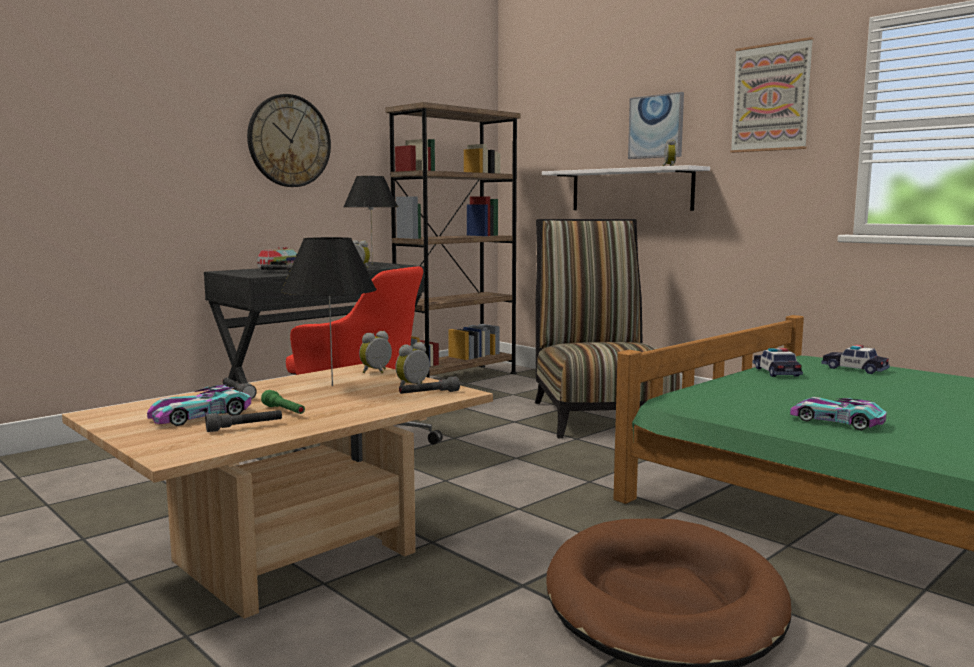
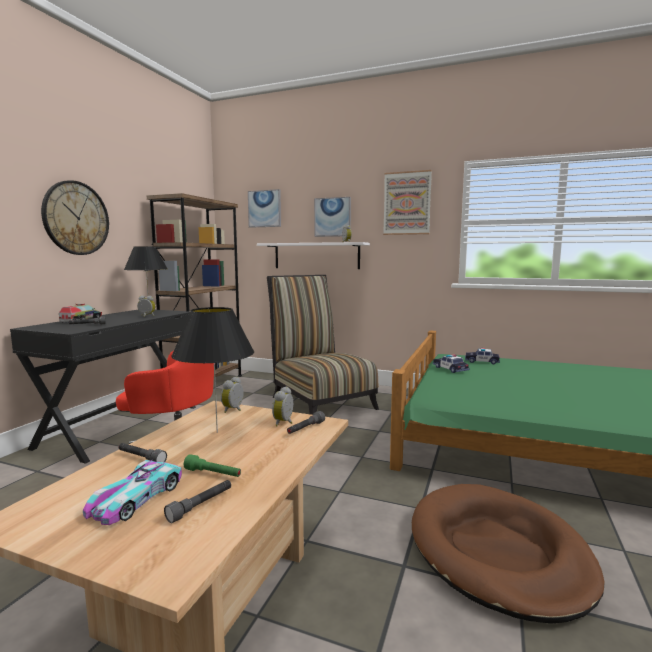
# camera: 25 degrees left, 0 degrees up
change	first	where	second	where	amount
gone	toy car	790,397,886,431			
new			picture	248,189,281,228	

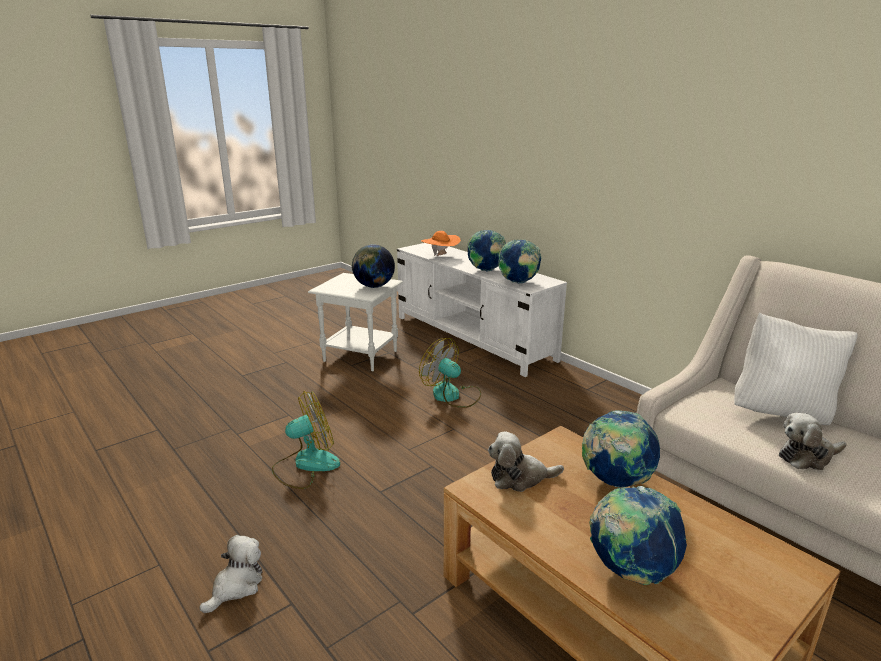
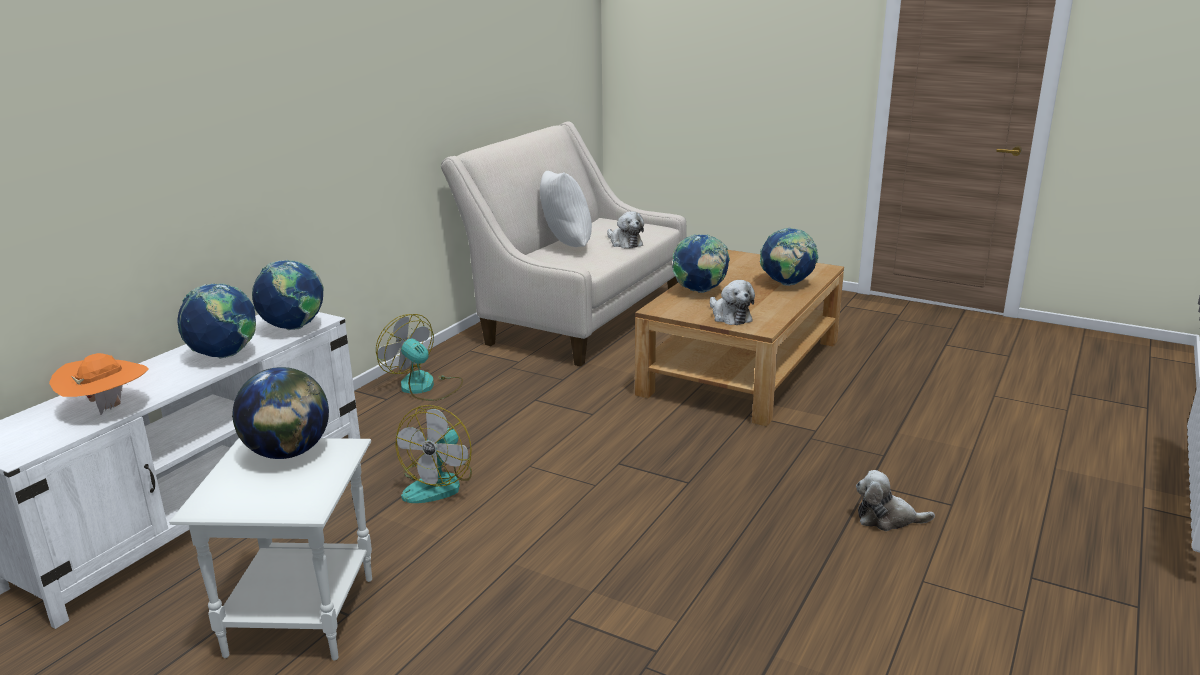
# camera: 110 degrees left, 0 degrees up
change	first	where	second	where	amount
shifted	fan	272,391,340,489		376,314,463,401	

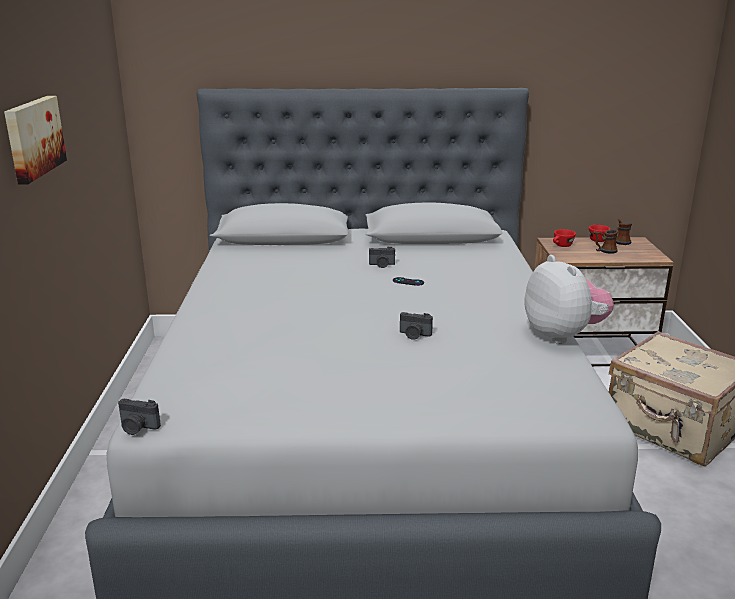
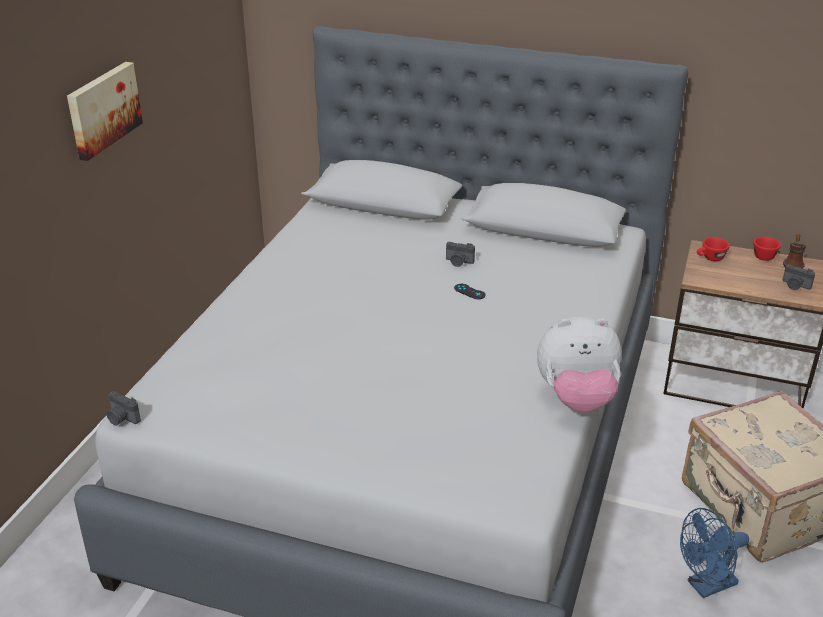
# camera: 20 degrees right, 10 degrees up
change	first	where	second	where	amount
shifted	photo camera	400,312,433,340		782,264,815,290	
rotated	plush toy	524,255,614,344		537,317,622,413	90 degrees clockwise
gone	mug	593,229,619,253			
new			blue fan	680,508,749,598	

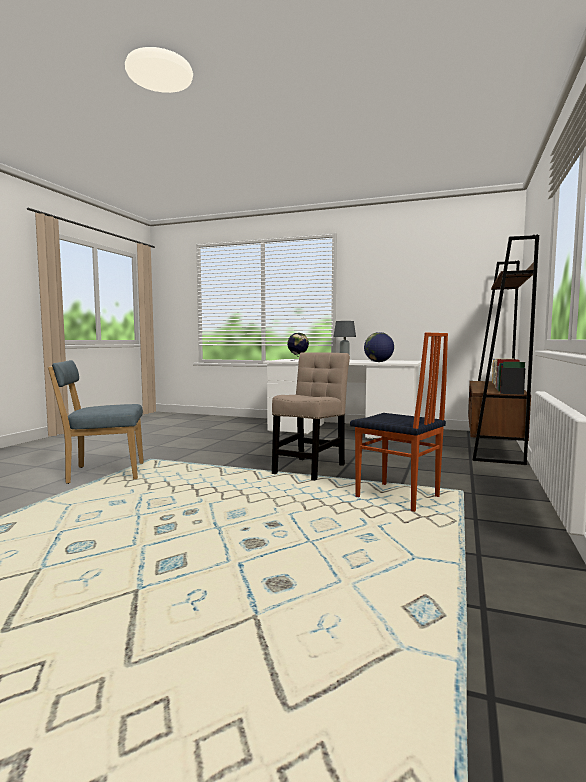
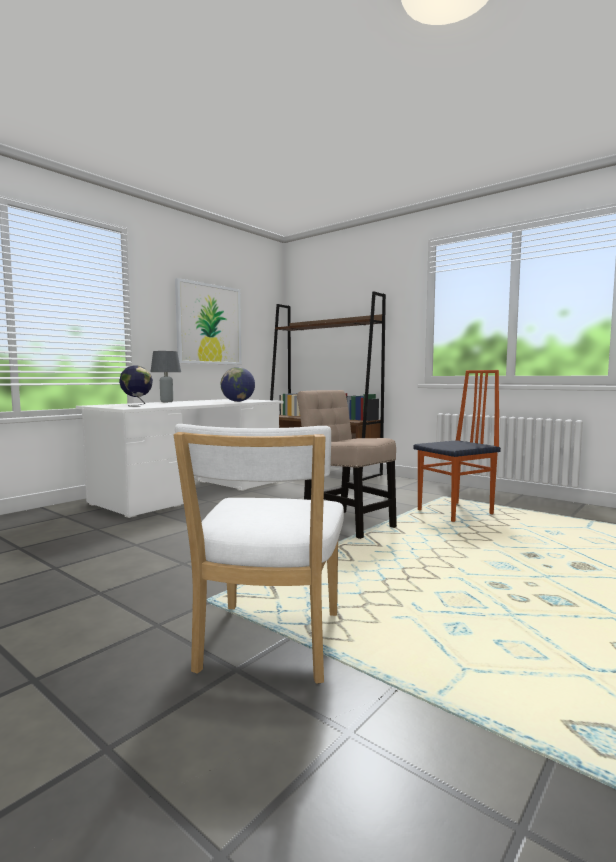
# camera: 70 degrees left, 0 degrees up
change	first	where	second	where	amount
repainted	blue chair	48,360,144,484	white chair	173,424,344,684	
new			picture	175,278,241,365	

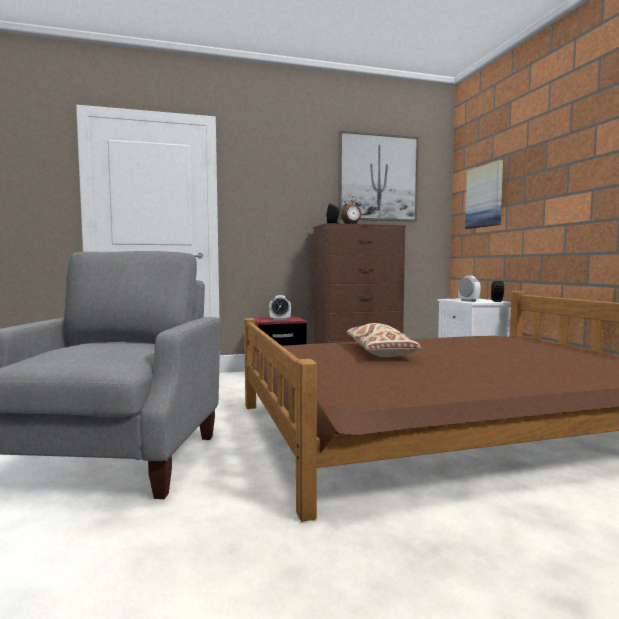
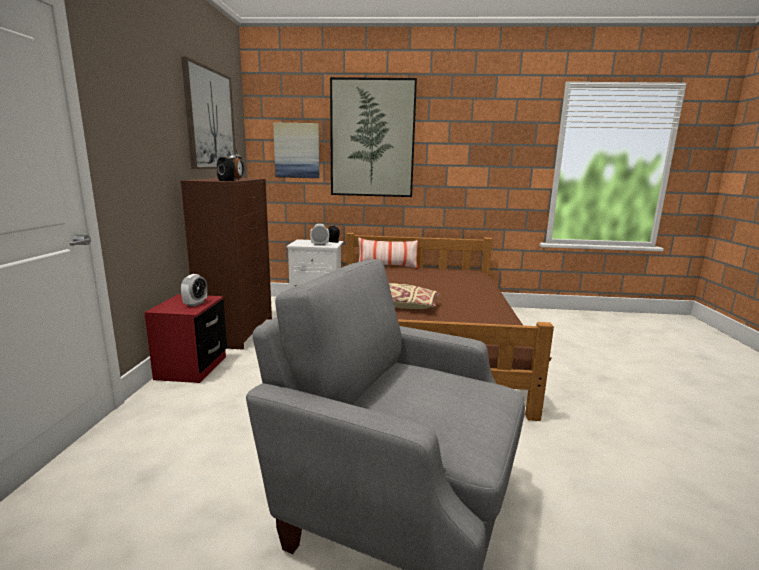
# camera: 70 degrees left, 10 degrees up
change	first	where	second	where	amount
new			picture	330,77,417,197	
new			pillow	358,237,418,269	

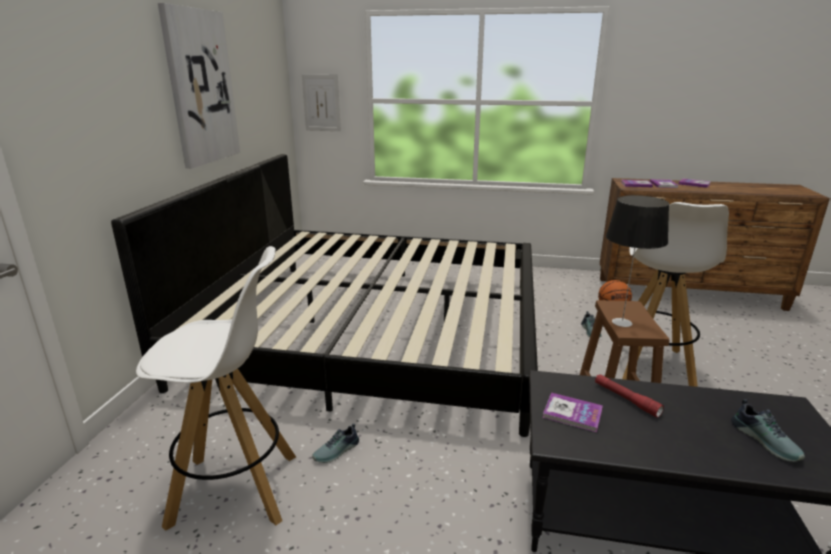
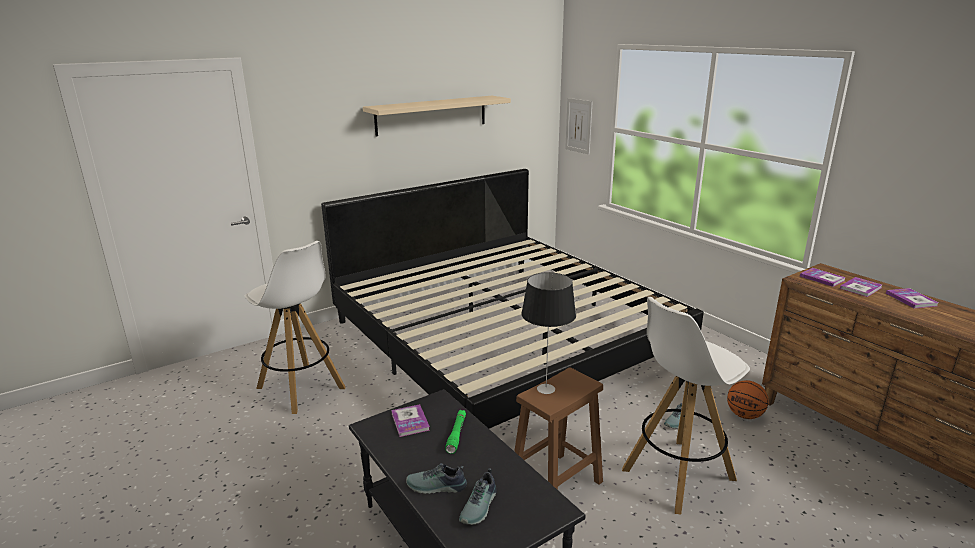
# camera: 45 degrees right, 0 degrees up
change	first	where	second	where	amount
swapped	picture	158,3,240,169	beige shelf	363,96,511,136	
shifted	shoe	312,423,359,463		406,463,467,494	
repainted	red flashlight	595,374,664,418	green flashlight	445,410,466,454	

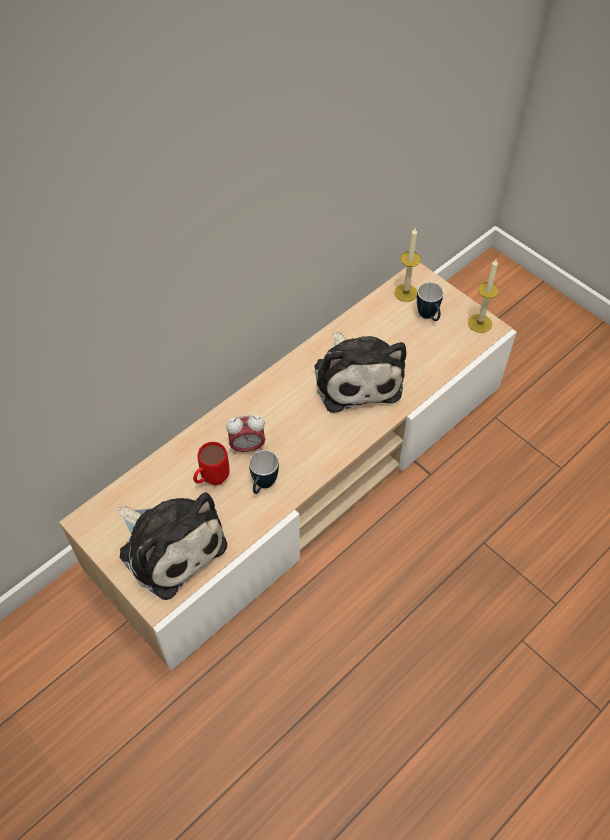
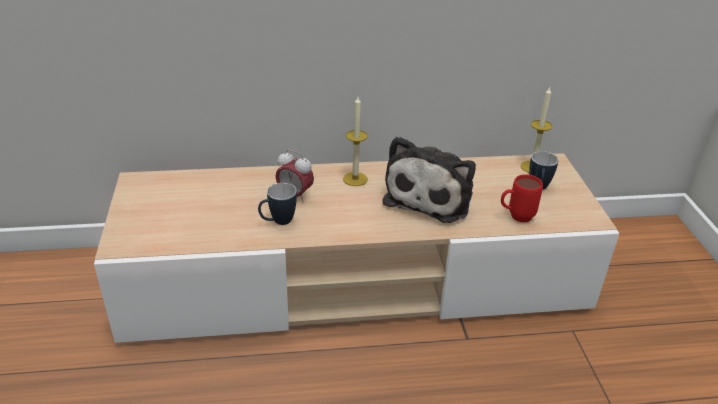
# camera: 35 degrees right, 20 degrees down
change	first	where	second	where	amount
gone	plush toy	117,492,227,600			
shifted	red mug	193,442,230,485		501,174,543,222	
shifted	candle	468,260,499,333		343,97,368,186	

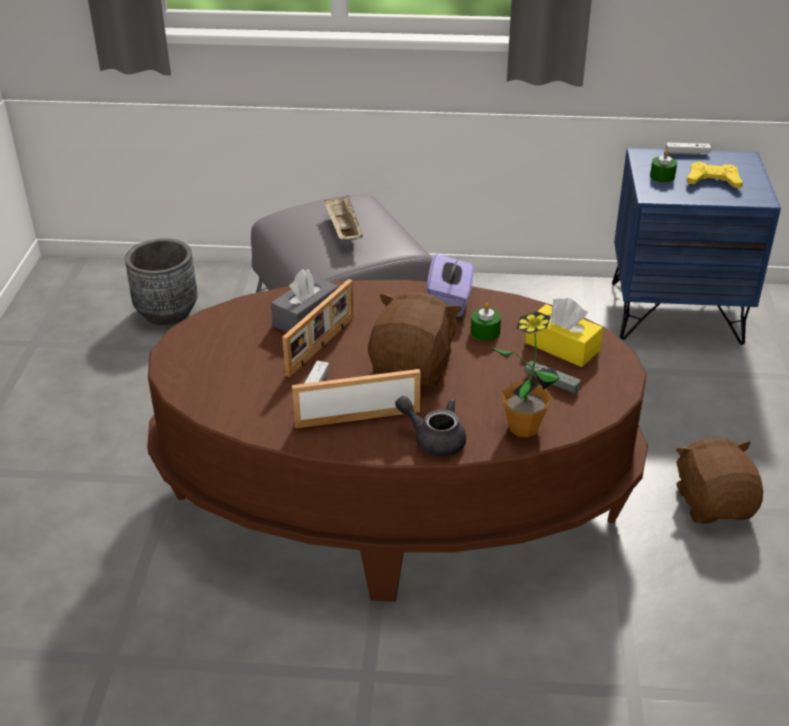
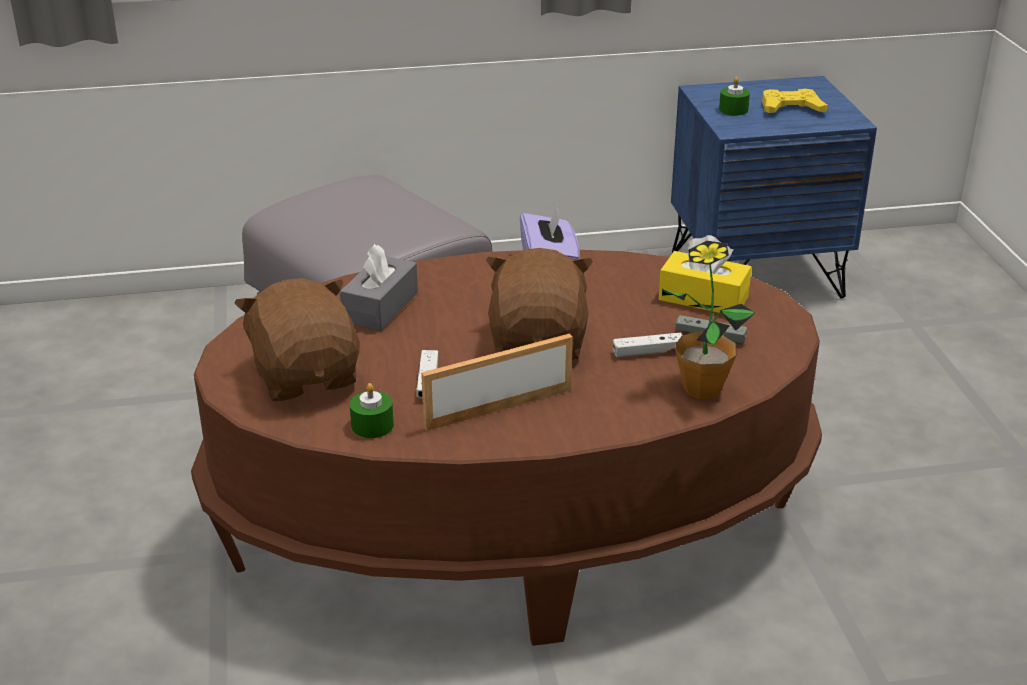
# camera: 15 degrees left, 5 degrees down
change	first	where	second	where	amount
gone	grey planter	125,238,198,325			
gone	picture frame	282,279,354,377			
gone	beige tray	324,195,363,241			
gone	grey teapot	395,396,466,457			
shifted	green candle	471,303,501,341		350,383,394,438	
shifted	white game controller	666,143,711,155		613,333,683,357	
shifted	brown plush toy	676,437,763,524		234,278,360,401	

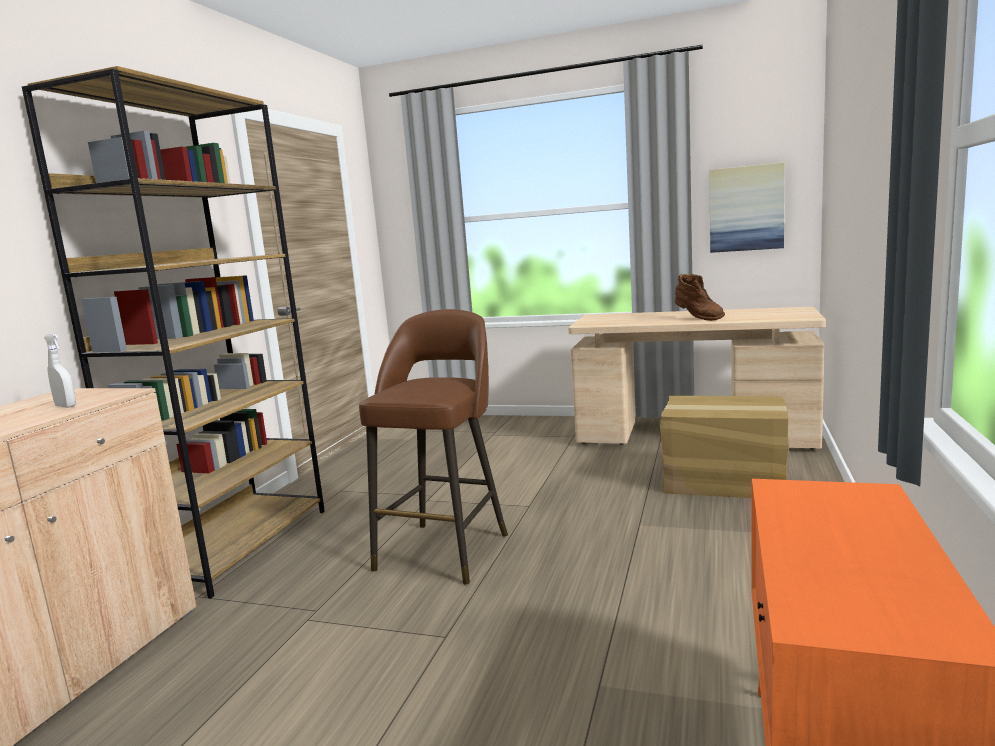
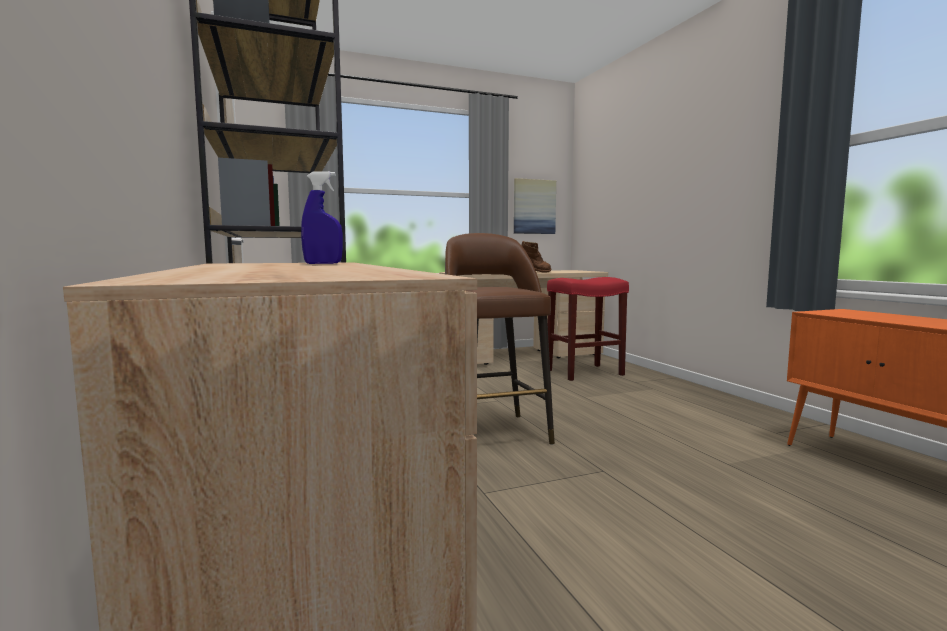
# camera: 40 degrees left, 5 degrees down
change	first	where	second	where	amount
repainted	white spray bottle	44,334,76,408	blue spray bottle	301,171,343,264	
swapped	cardboard box	660,396,789,498	red stool	547,277,629,381	

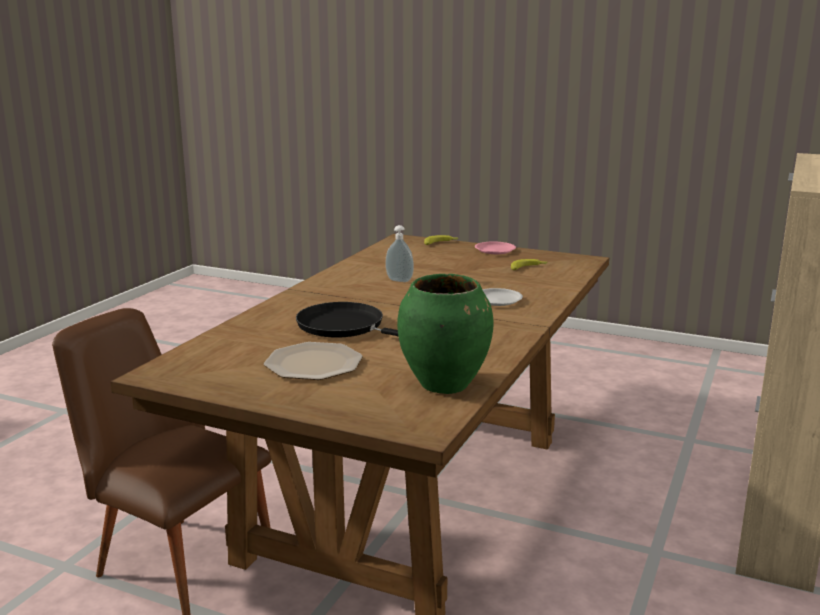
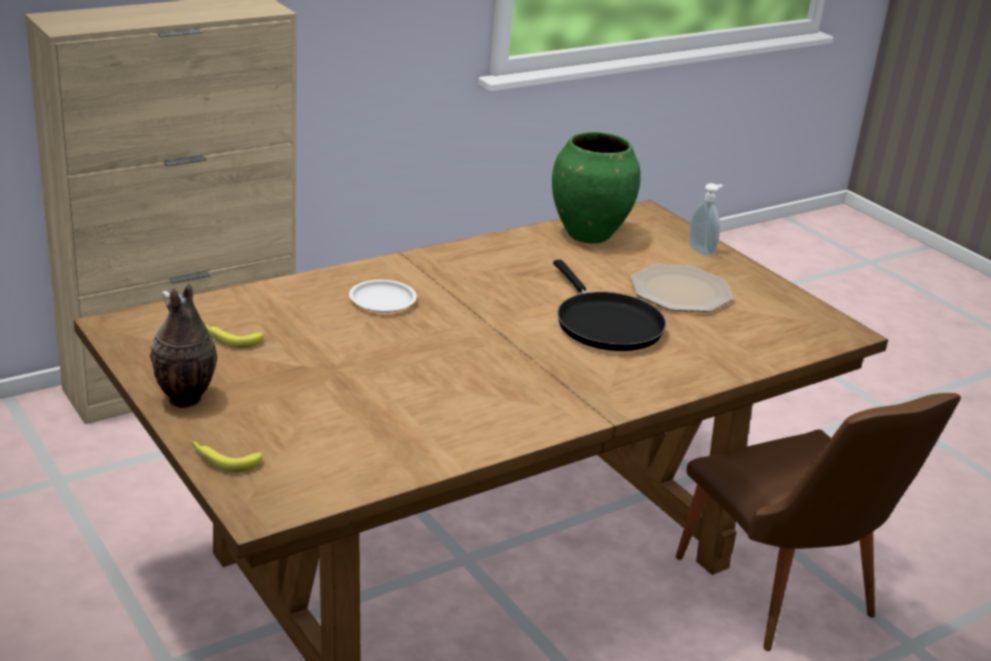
# camera: 150 degrees left, 10 degrees up
change	first	where	second	where	amount
shifted	soap dispenser	385,225,414,282		689,183,723,256	
swapped	pink plate	475,241,516,254	vase	150,282,217,408	

